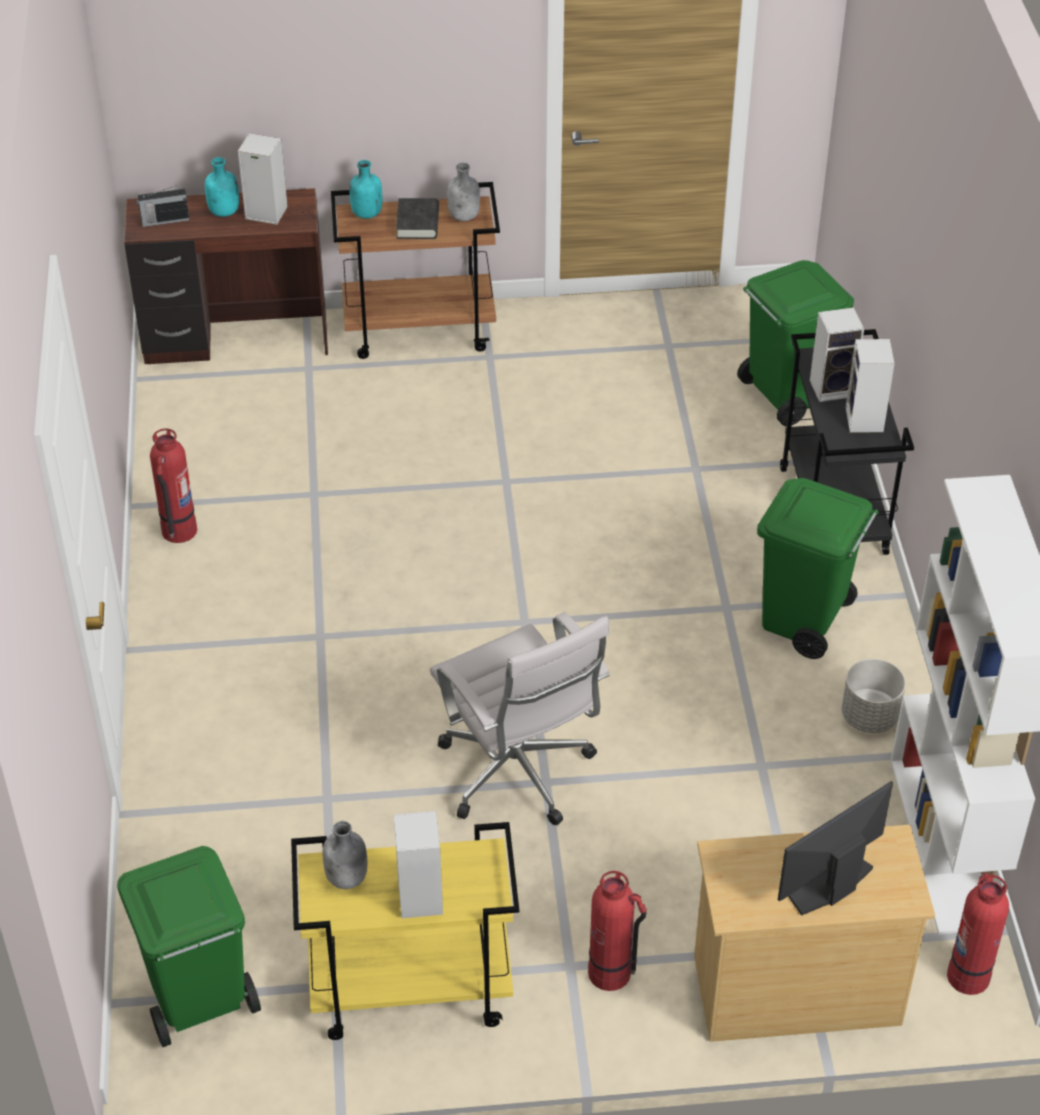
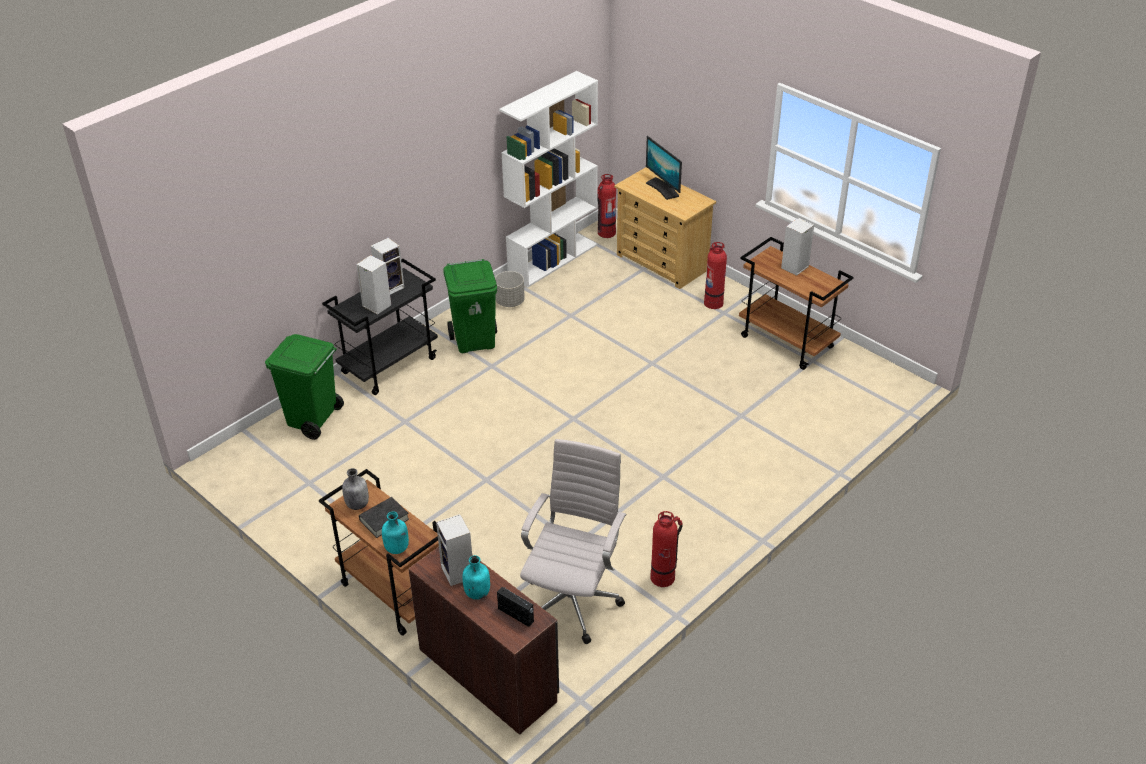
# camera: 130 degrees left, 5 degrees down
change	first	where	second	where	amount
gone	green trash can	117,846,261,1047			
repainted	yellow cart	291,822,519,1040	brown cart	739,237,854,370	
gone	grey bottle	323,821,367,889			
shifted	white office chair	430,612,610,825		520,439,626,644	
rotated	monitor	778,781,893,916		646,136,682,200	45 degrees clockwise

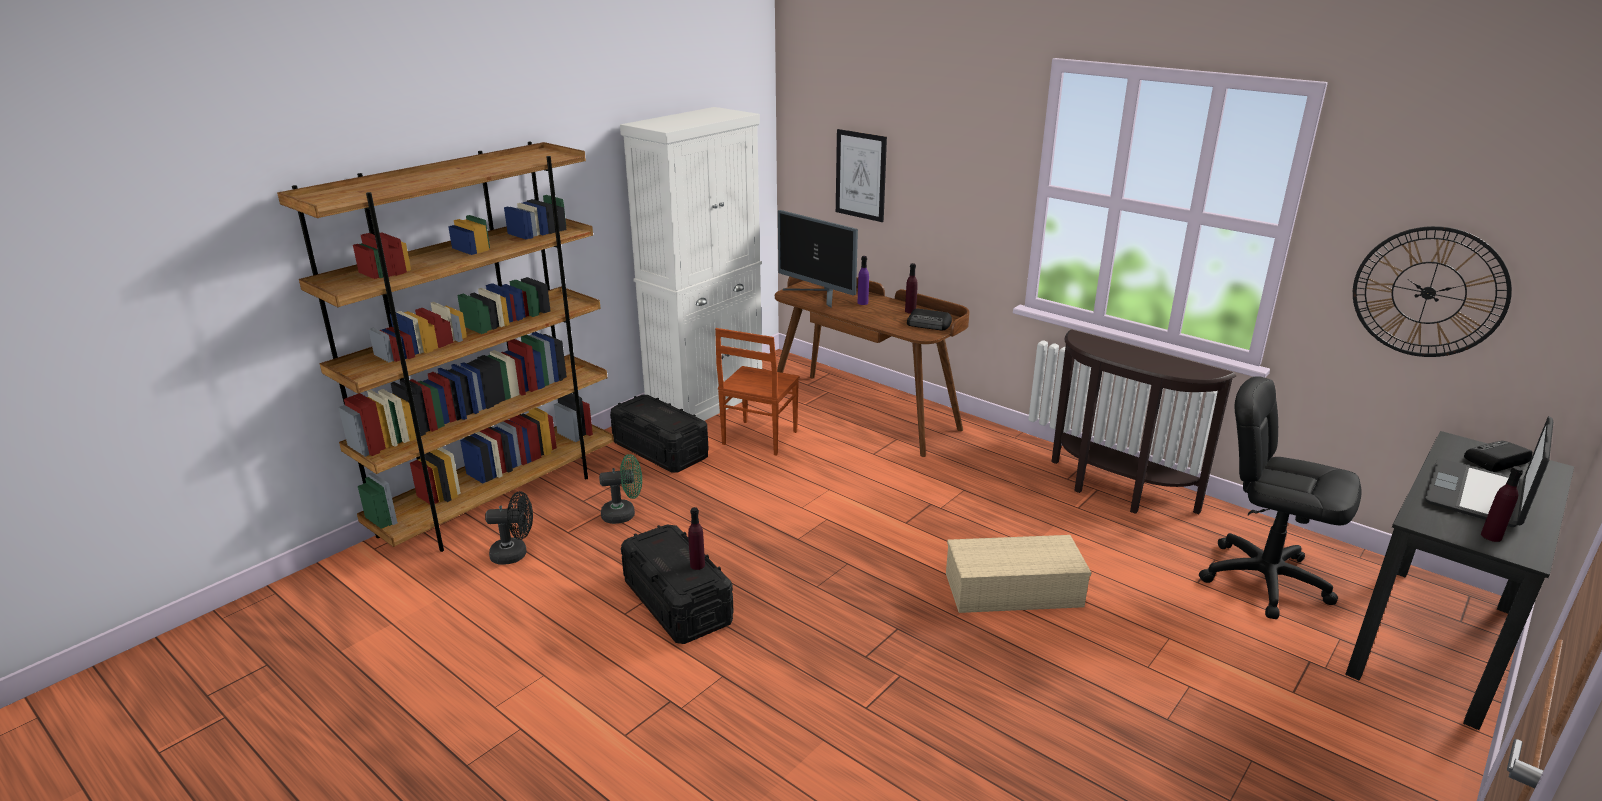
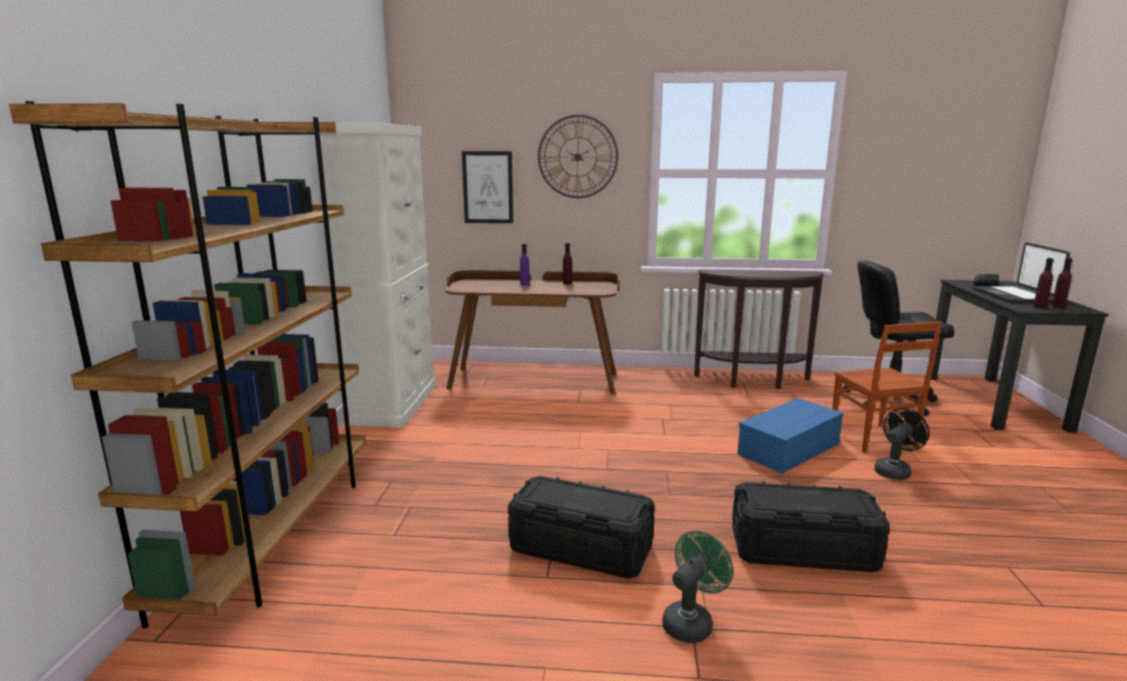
# camera: 35 degrees left, 10 degrees down
change	first	where	second	where	amount
shifted	black fan	485,491,533,565		874,408,930,480	
shifted	green fan	599,454,642,524		662,531,733,643	
shifted	black storage box	610,395,708,473		732,482,890,572	
shifted	purple bottle	688,507,705,570		1033,258,1054,309	
shifted	brown chair	715,328,799,456		832,321,942,453	
gone	monitor	778,210,858,308			
gone	radio	907,309,952,330			
repainted	beige storage box	946,535,1091,613	blue storage box	737,398,844,474	
shifted	wall clock	1353,226,1512,357		538,115,618,198	

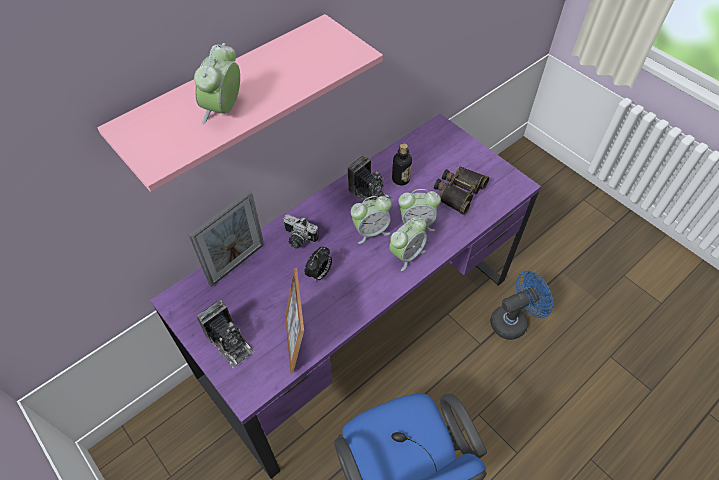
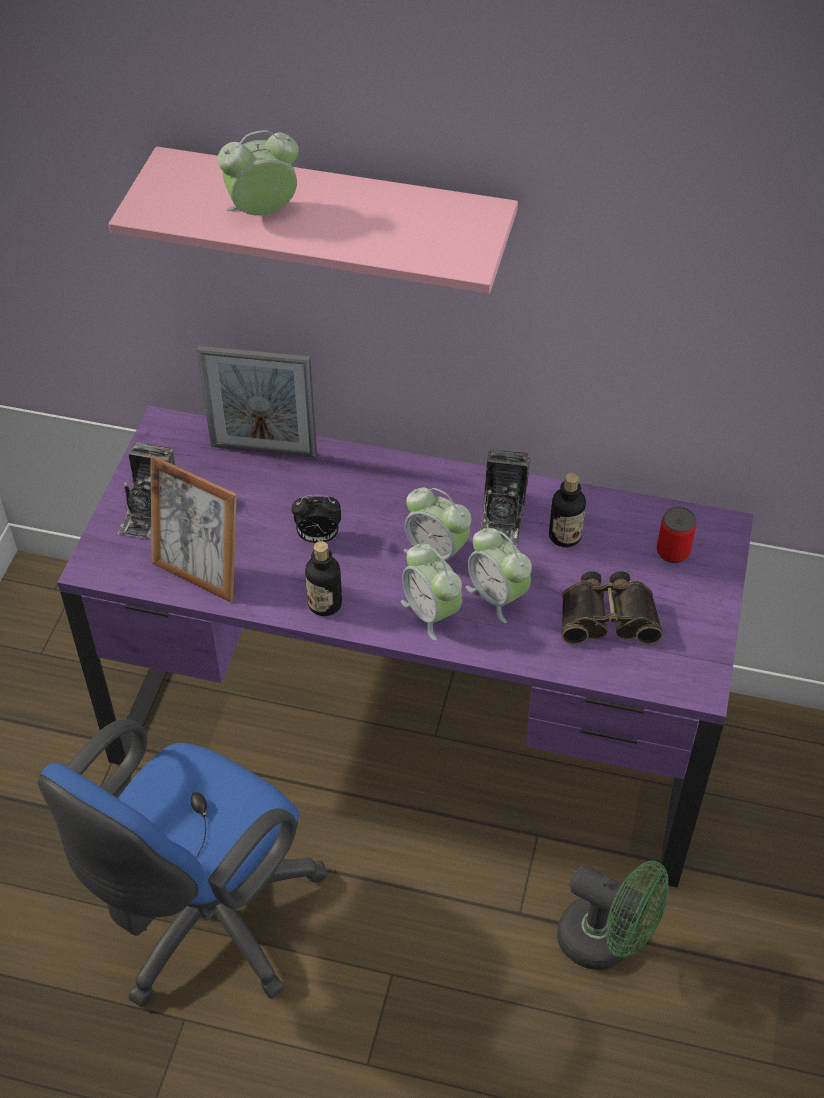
# camera: 55 degrees right, 5 degrees down
change	first	where	second	where	amount
gone	photo camera	283,214,319,249			
rotated	picture frame	285,268,304,373		150,455,237,602	105 degrees counterclockwise
rotated	alarm clock	389,217,427,271		401,544,462,641	45 degrees clockwise
repainted	blue fan	490,271,553,340	green fan	557,860,669,970	
new			bottle	305,541,342,616	
new			can	657,507,696,563	

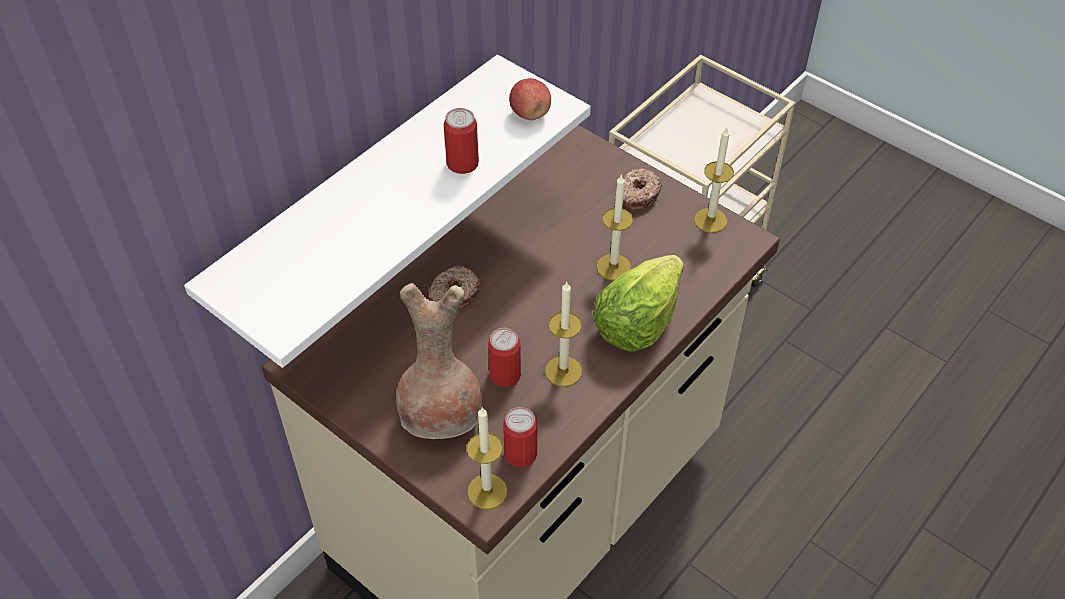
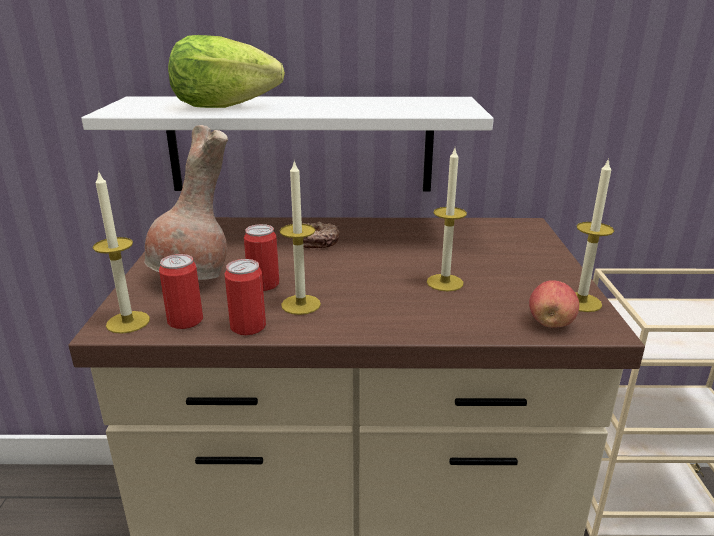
# camera: 50 degrees right, 25 degrees down
change	first	where	second	where	amount
shifted	can	444,108,479,174		225,259,266,335	
shifted	apple	509,78,551,120		529,280,579,328	
shifted	lettuce	593,255,684,352		168,35,285,108	
gone	donut	623,167,662,210			

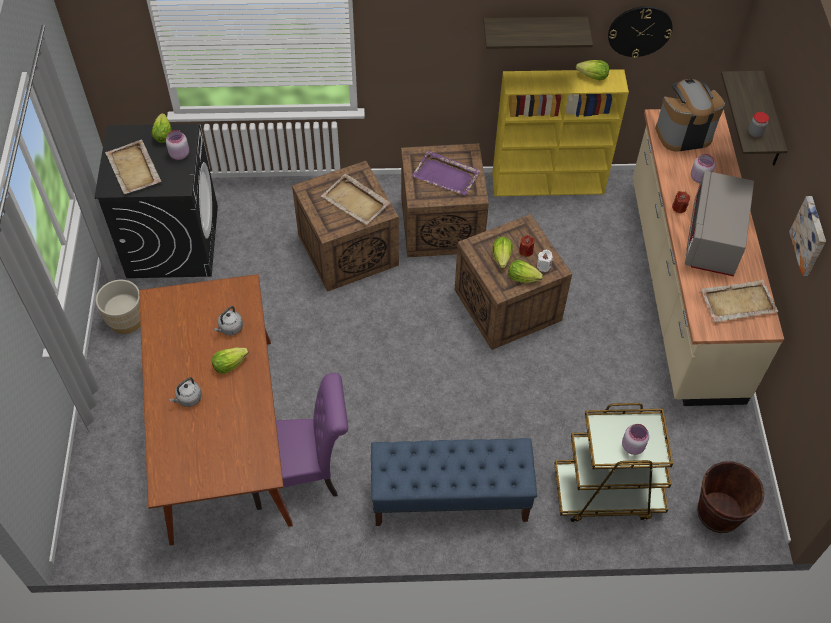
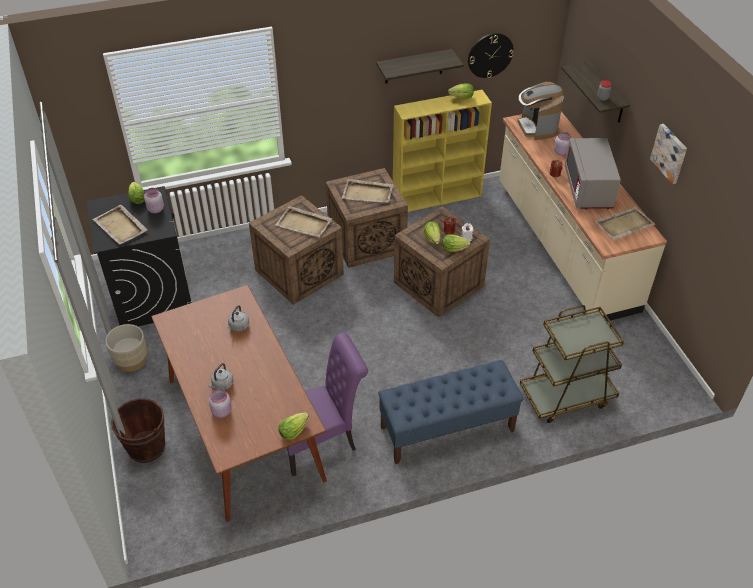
# camera: 15 degrees left, 10 degrees down
change	first	where	second	where	amount
shifted	lettuce	212,348,249,374		278,412,309,440	
repainted	purple tray	412,151,481,195	beige tray	342,179,394,203	
shifted	pink jar	622,424,649,455		209,389,232,418	
rotated	coffee machine	655,79,725,152		517,82,564,140	75 degrees counterclockwise
shifted	brown bucket	697,461,765,533		111,398,165,463	

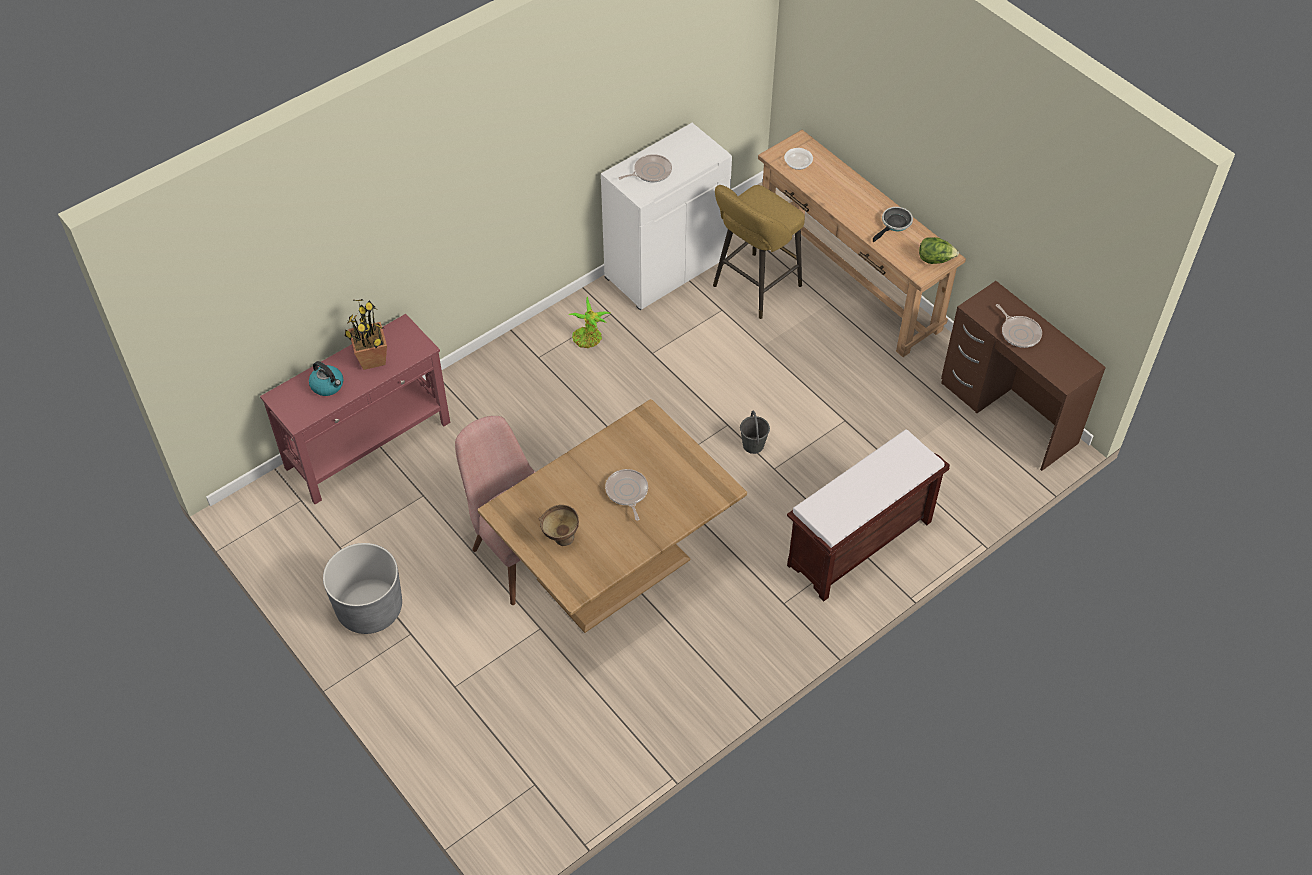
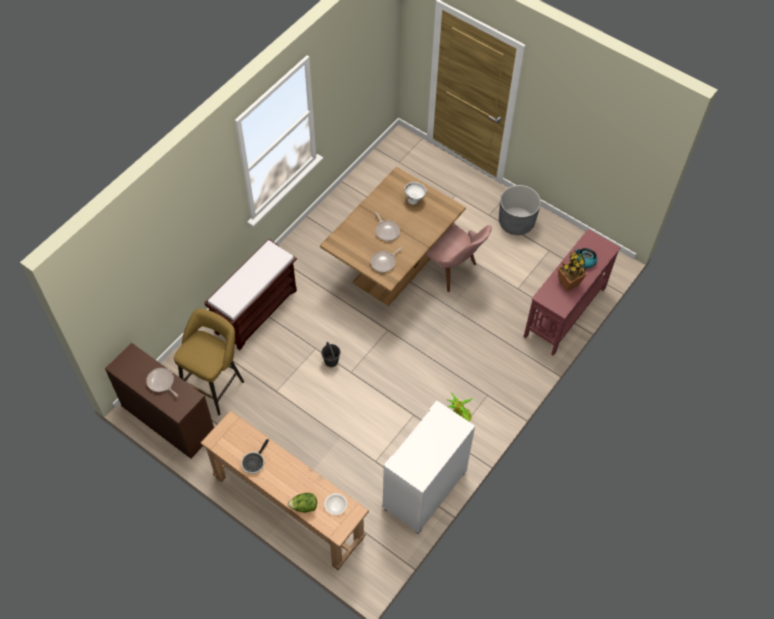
# camera: 165 degrees right, 5 degrees up
change	first	where	second	where	amount
repainted	brown bowl	539,505,579,546	white bowl	404,182,427,205	
shifted	frying pan	619,154,672,182		371,247,402,272	
shifted	yellow stool	713,185,805,319		174,308,244,415	
shifted	lettuce	919,237,959,264		287,493,317,513	

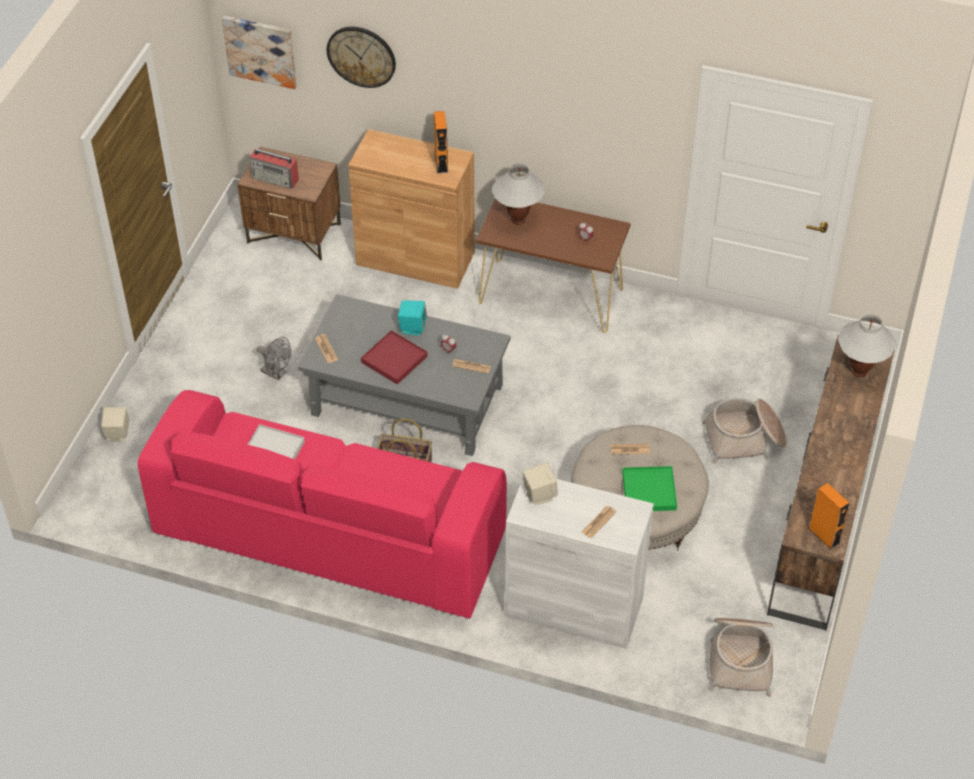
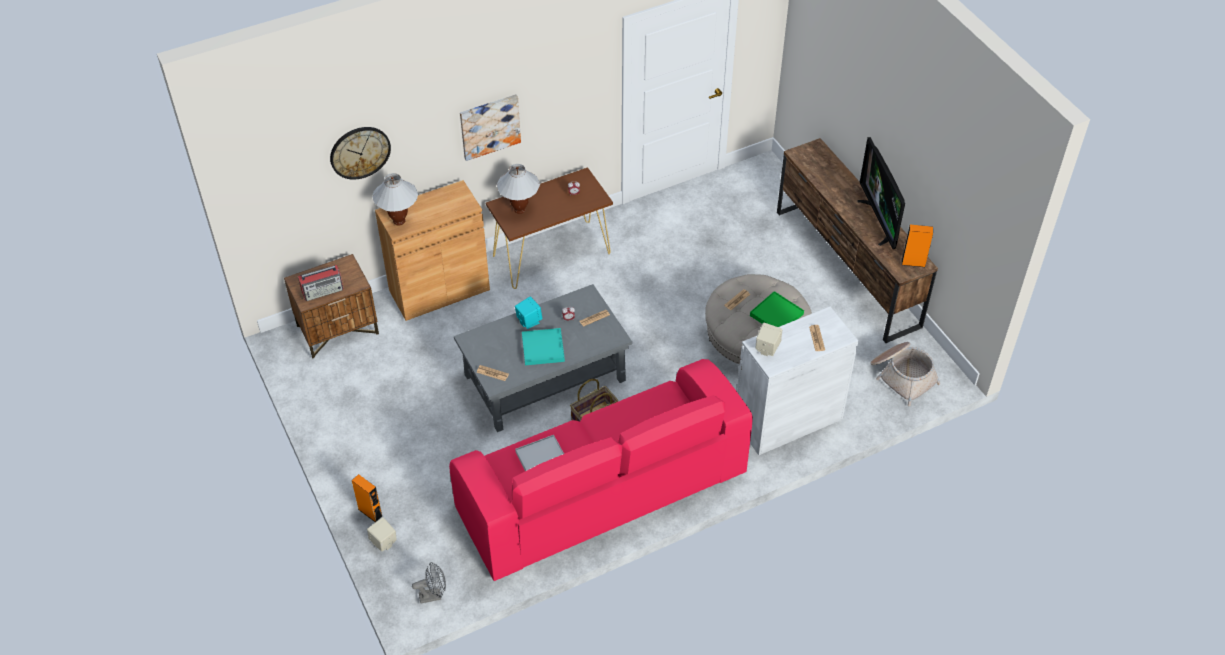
# camera: 45 degrees left, 0 degrees up
change	first	where	second	where	amount
shifted	picture	222,16,297,89		460,94,521,161	
shifted	grey fan	257,337,292,381		412,562,446,603	
repainted	red tray	361,331,428,385	turquoise tray	522,328,565,365	
shifted	orange speaker	434,111,448,173		352,474,383,522	
gone	basket	702,398,787,464			
shifted	white table lamp	838,314,896,378		372,173,418,226	
new			television	857,137,905,249	

